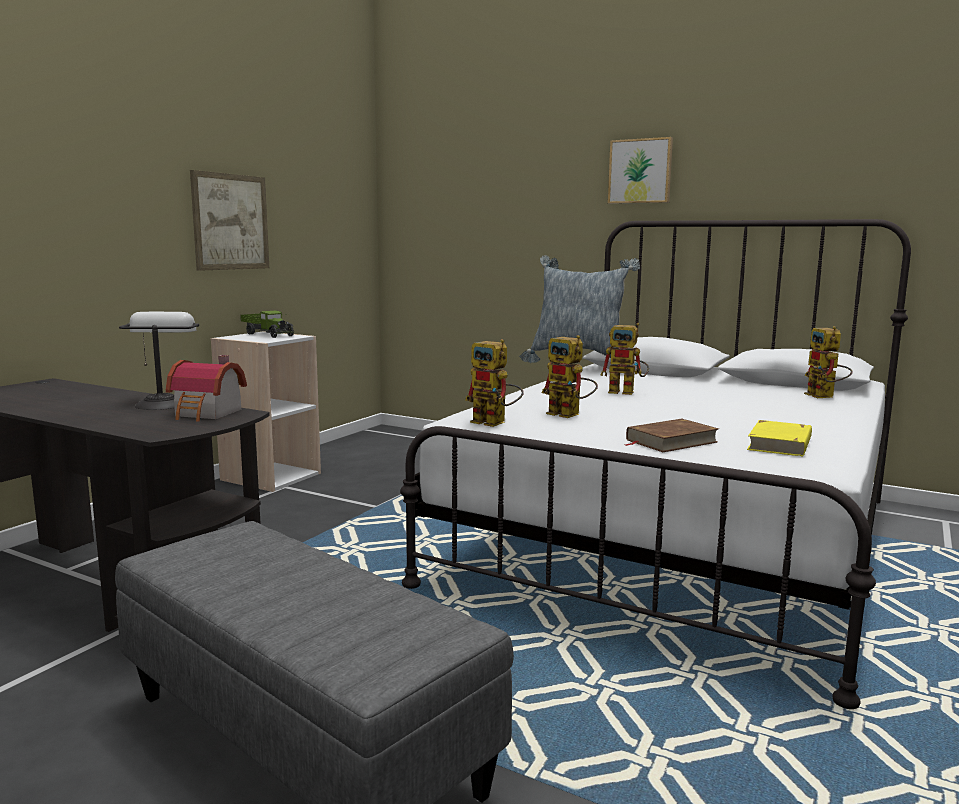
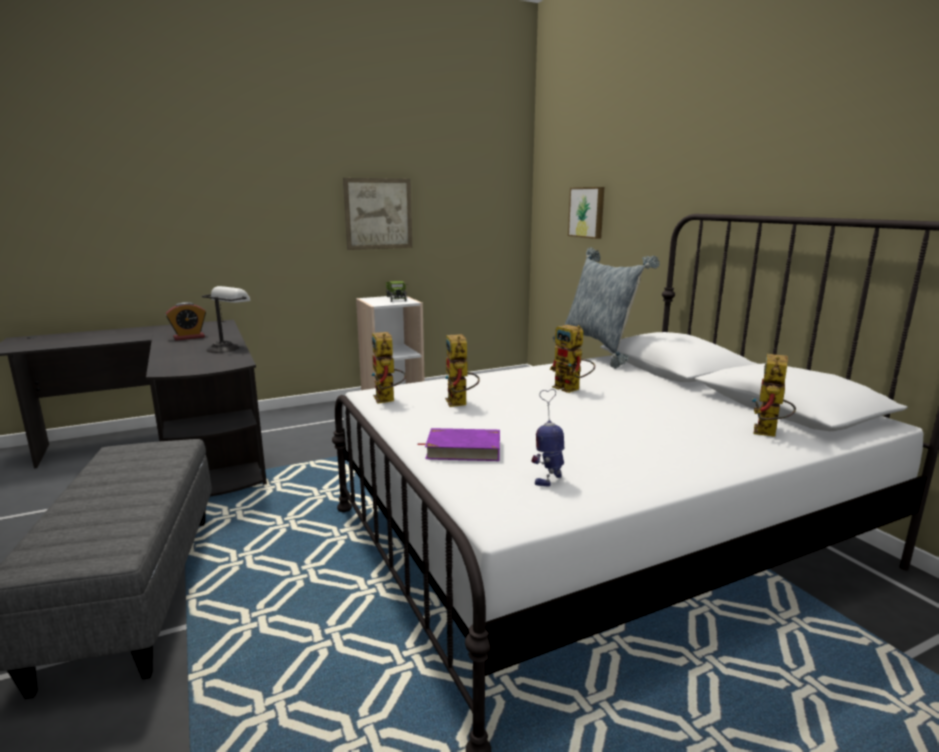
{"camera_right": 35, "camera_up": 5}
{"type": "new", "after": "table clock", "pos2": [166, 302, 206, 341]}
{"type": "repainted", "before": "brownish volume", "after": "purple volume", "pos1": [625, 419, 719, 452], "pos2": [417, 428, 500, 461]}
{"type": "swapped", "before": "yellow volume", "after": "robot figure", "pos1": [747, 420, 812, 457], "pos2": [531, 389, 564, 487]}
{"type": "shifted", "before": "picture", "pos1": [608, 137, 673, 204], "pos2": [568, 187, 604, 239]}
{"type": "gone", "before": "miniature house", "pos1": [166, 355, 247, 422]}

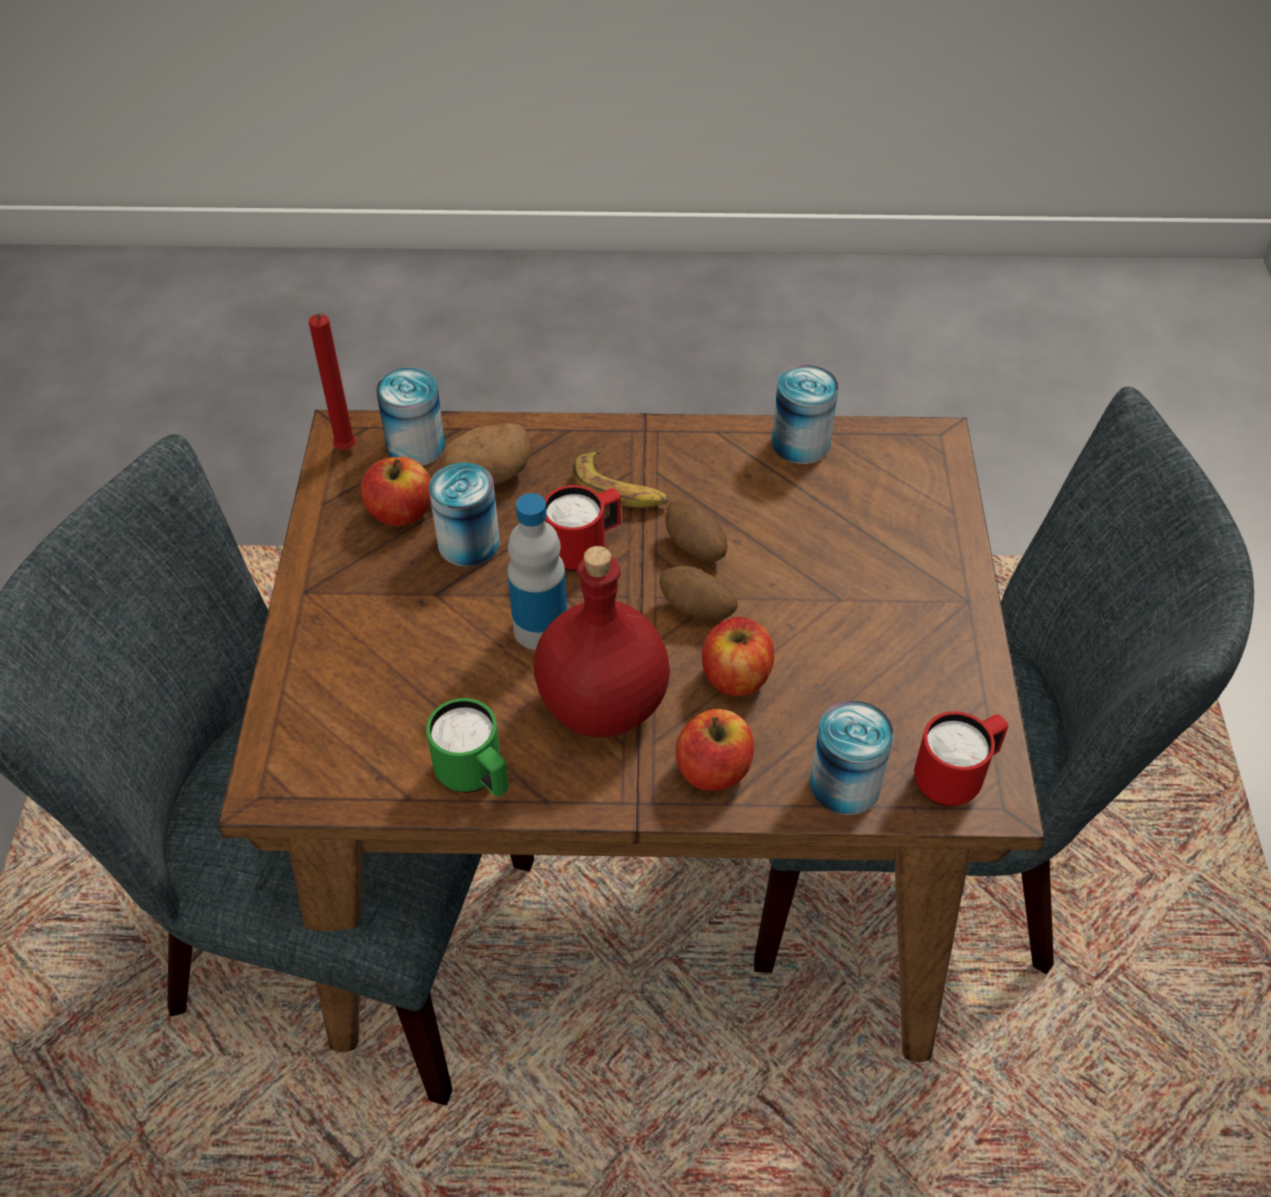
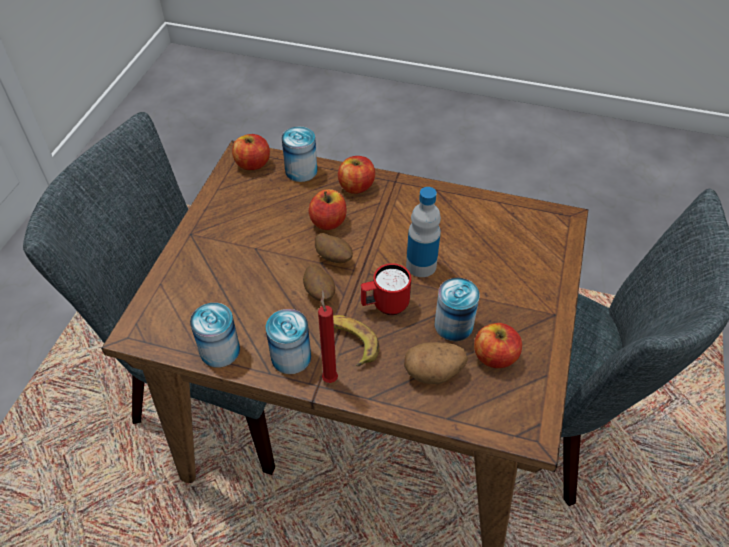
{"camera_right": -165, "camera_up": 0}
{"type": "swapped", "before": "red coffee mug", "after": "apple fruit", "pos1": [914, 711, 1008, 807], "pos2": [232, 134, 270, 170]}
{"type": "shifted", "before": "sealed can", "pos1": [376, 367, 445, 466], "pos2": [266, 309, 311, 374]}
{"type": "shifted", "before": "red wax light", "pos1": [309, 313, 356, 449], "pos2": [318, 290, 338, 383]}
{"type": "gone", "before": "green coffee mug", "pos1": [426, 698, 509, 796]}
{"type": "gone", "before": "red beverage bottle", "pos1": [534, 546, 670, 738]}

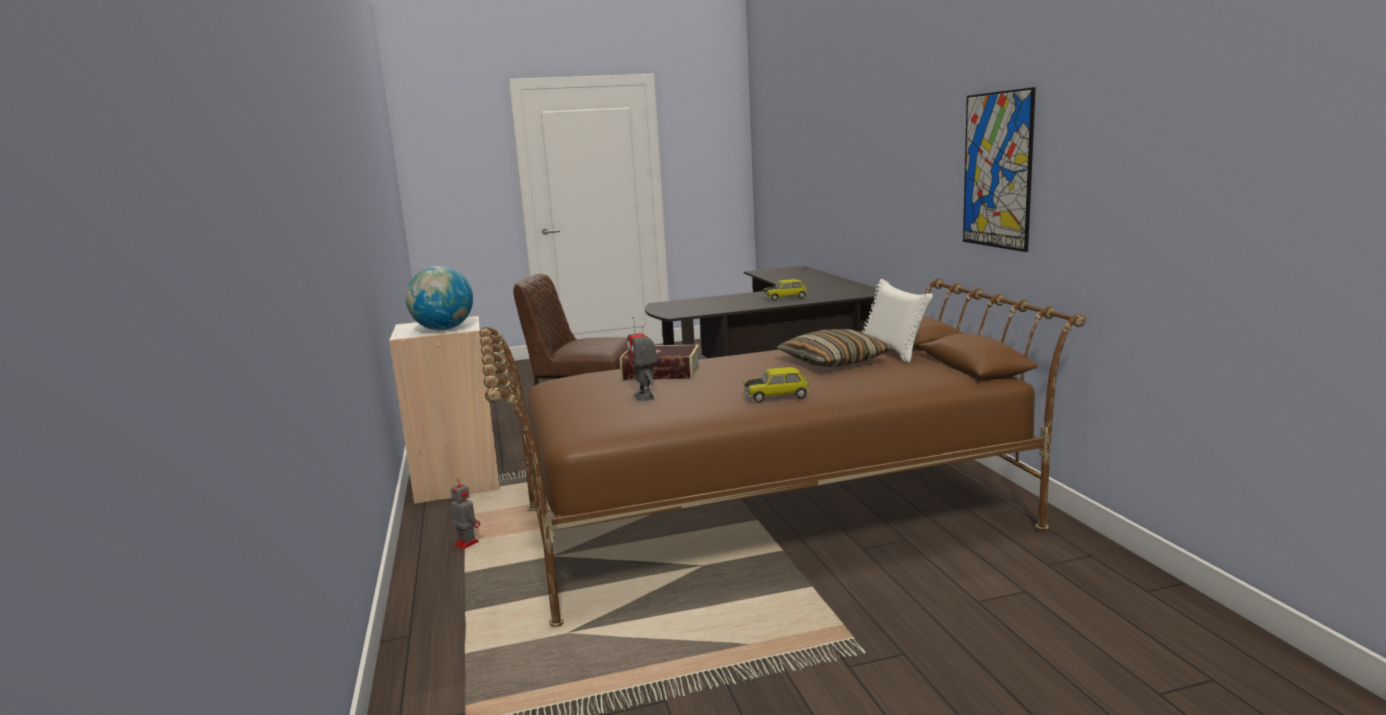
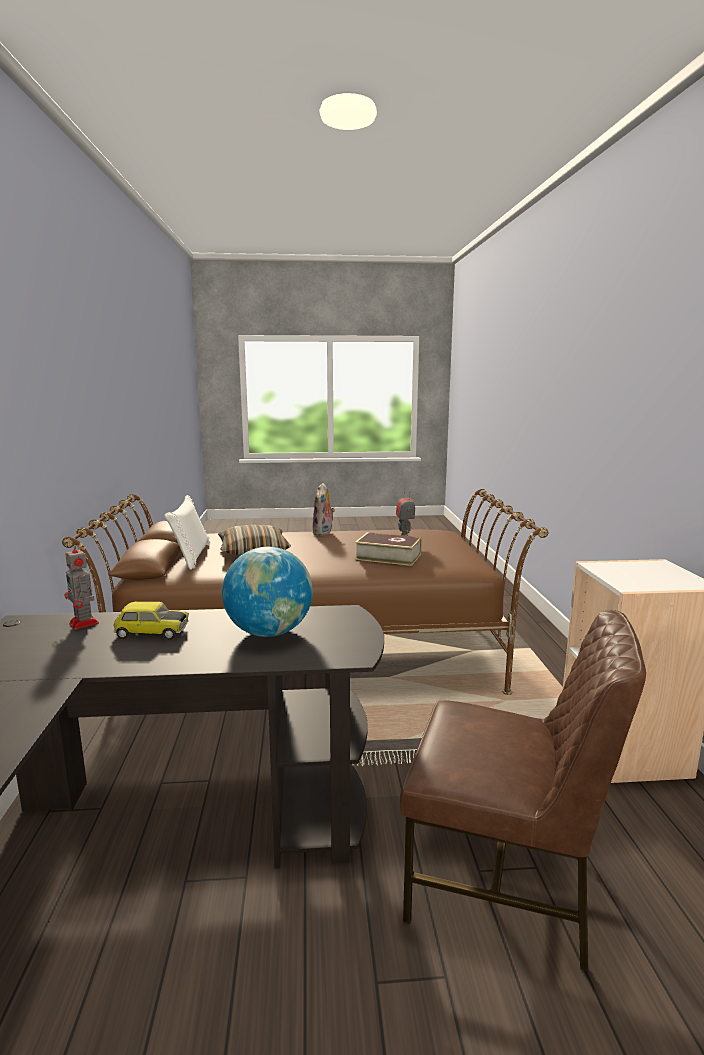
{"camera_right": -170, "camera_up": 0}
{"type": "shifted", "before": "robot figure", "pos1": [449, 478, 480, 550], "pos2": [64, 542, 99, 630]}
{"type": "shifted", "before": "globe", "pos1": [406, 266, 473, 330], "pos2": [222, 547, 313, 637]}
{"type": "swapped", "before": "toy car", "after": "plush toy", "pos1": [743, 367, 809, 402], "pos2": [313, 483, 335, 536]}
{"type": "gone", "before": "picture", "pos1": [963, 87, 1036, 252]}

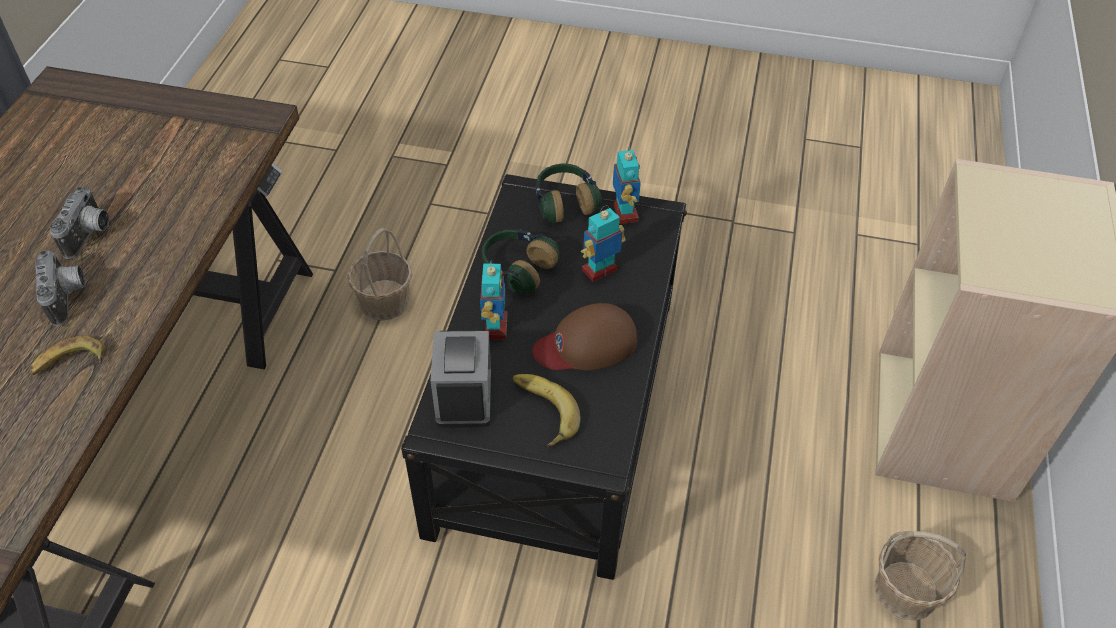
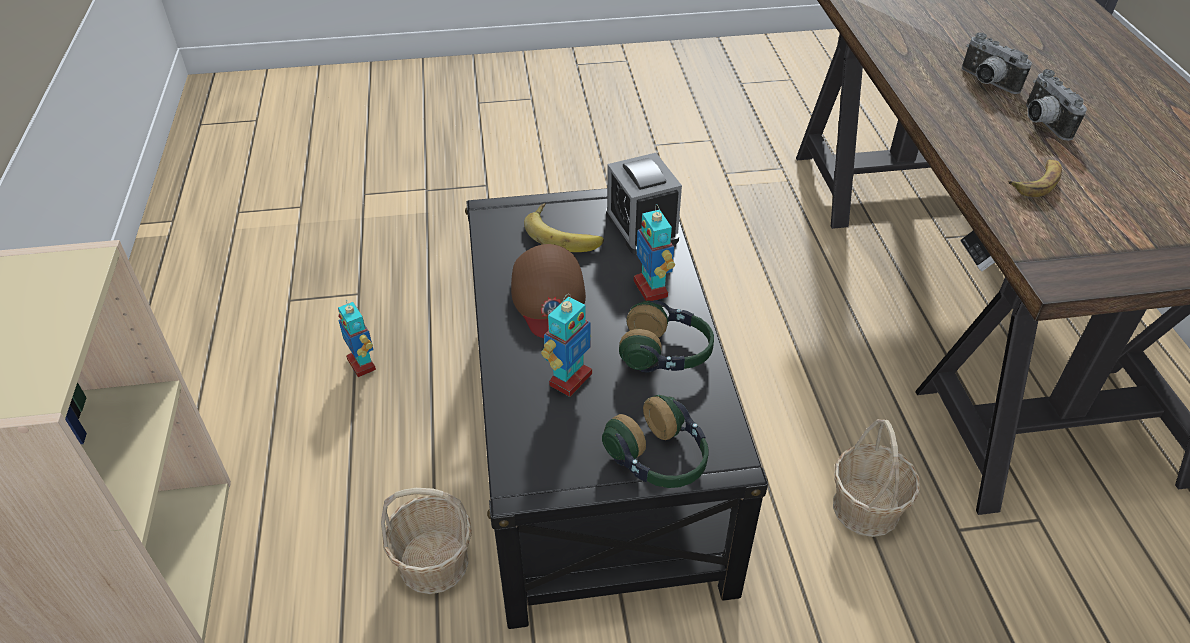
{"camera_right": 160, "camera_up": -5}
{"type": "shifted", "before": "robot figure", "pos1": [613, 146, 641, 224], "pos2": [338, 301, 376, 377]}
{"type": "shifted", "before": "basket", "pos1": [875, 531, 966, 621], "pos2": [381, 488, 472, 594]}
{"type": "rotated", "before": "brownish peaked cap", "pos1": [532, 303, 637, 370], "pos2": [511, 244, 586, 338], "turn": 120}
{"type": "shifted", "before": "banana fruit", "pos1": [30, 336, 105, 375], "pos2": [1008, 159, 1062, 197]}

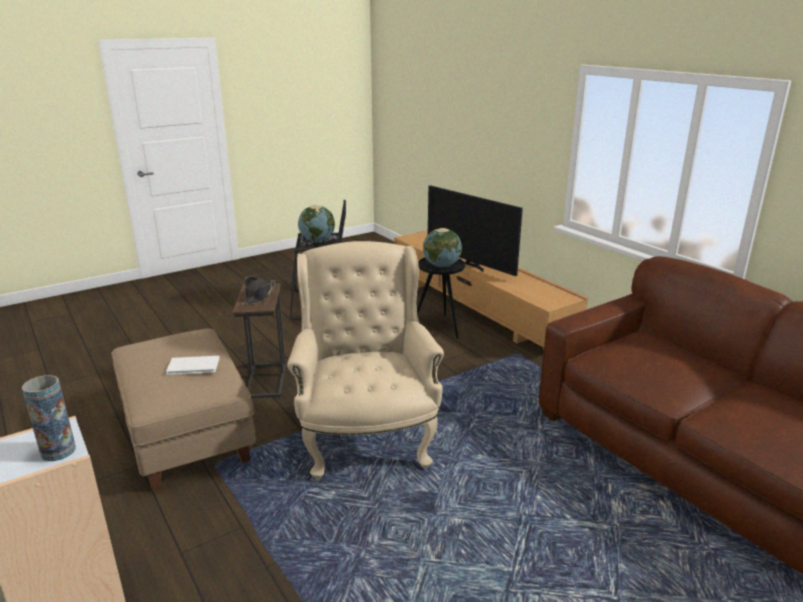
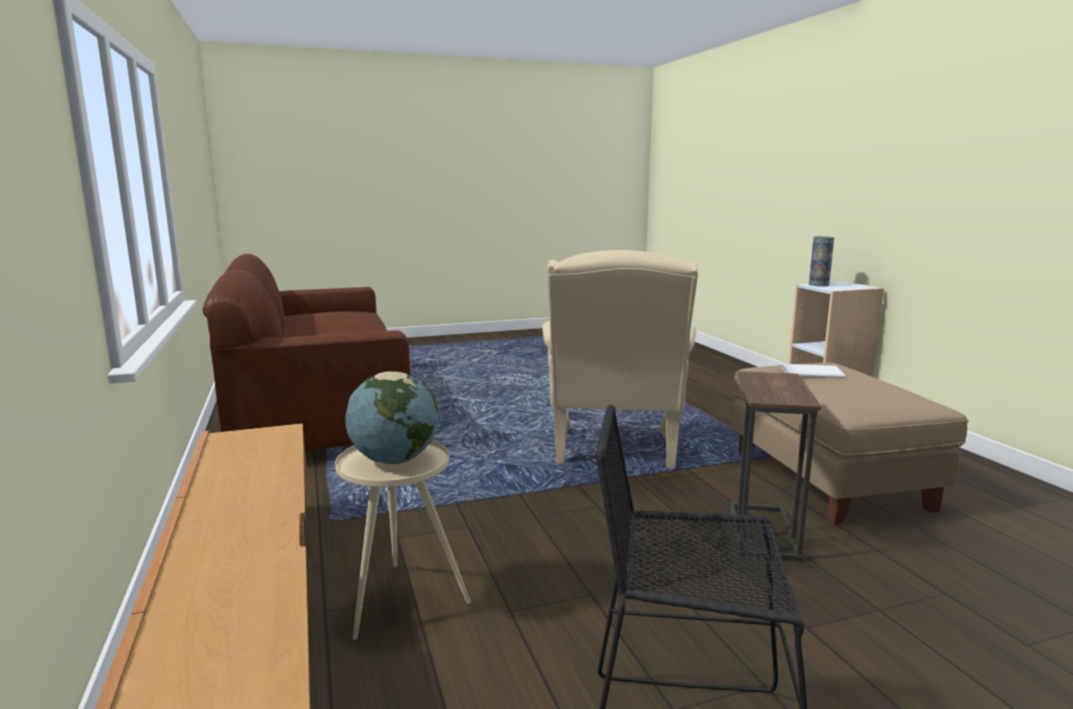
{"camera_right": -165, "camera_up": -10}
{"type": "repainted", "before": "black-coloured side table", "after": "beige-coloured side table", "pos1": [417, 258, 465, 339], "pos2": [335, 441, 471, 640]}
{"type": "gone", "before": "black-coloured wearable hat", "pos1": [241, 276, 275, 306]}
{"type": "gone", "before": "globe", "pos1": [298, 205, 335, 242]}
{"type": "gone", "before": "TV set", "pos1": [428, 185, 523, 276]}

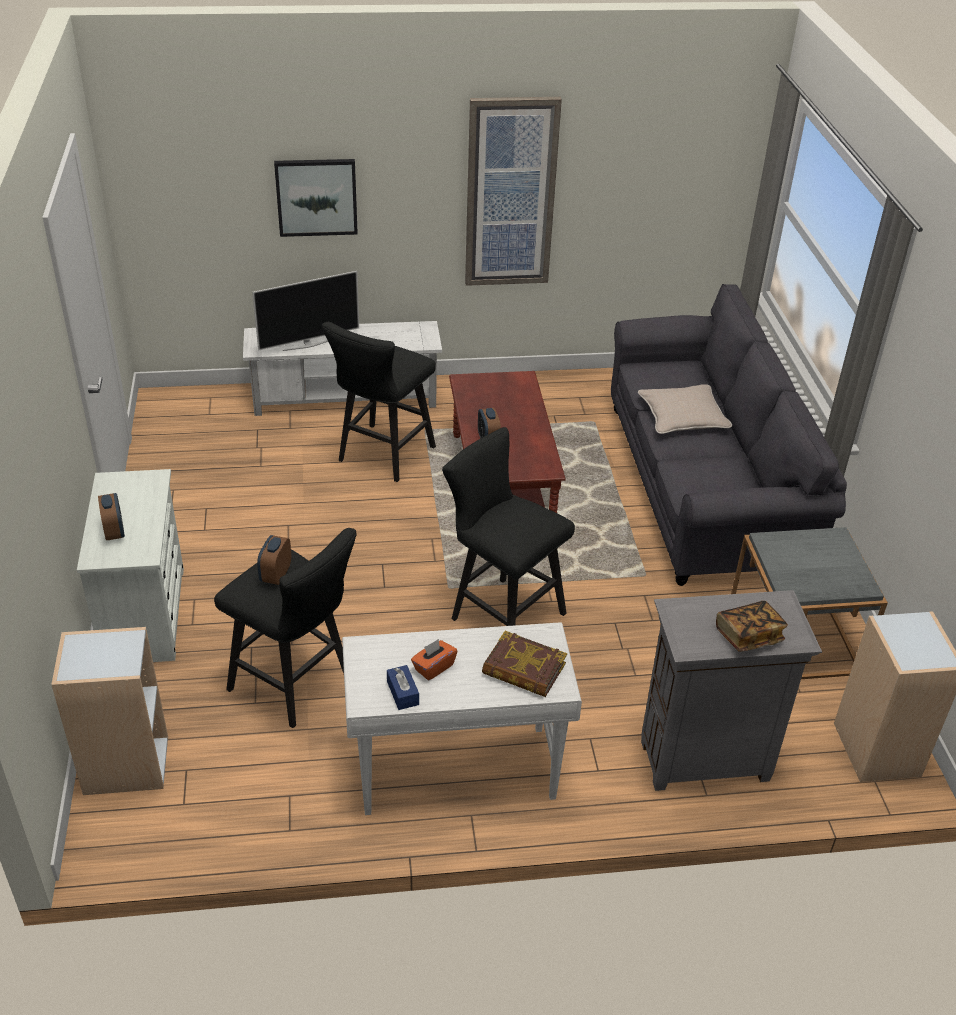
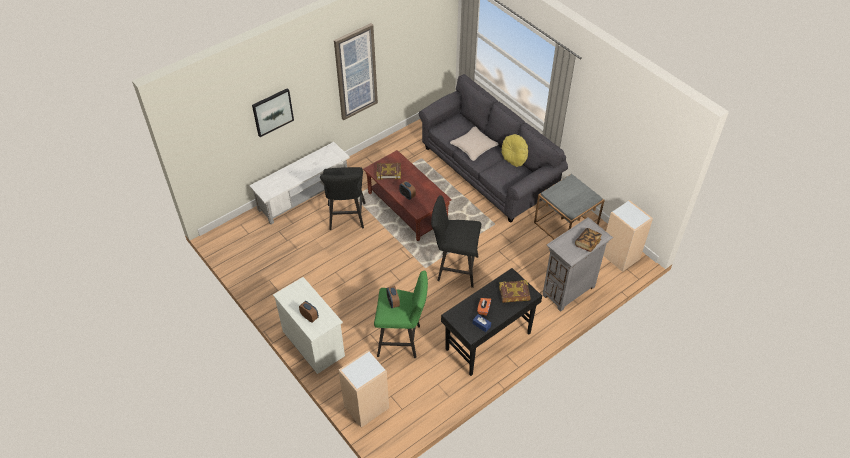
{"camera_right": -30, "camera_up": 10}
{"type": "repainted", "before": "black-coloured stool seat", "after": "green stool seat", "pos1": [214, 528, 357, 728], "pos2": [374, 271, 428, 358]}
{"type": "new", "after": "volume", "pos2": [377, 163, 401, 180]}
{"type": "repainted", "before": "white-coloured narrow table", "after": "black-coloured narrow table", "pos1": [342, 622, 582, 815], "pos2": [441, 268, 542, 376]}
{"type": "new", "after": "yellow throw pillow", "pos2": [501, 134, 528, 167]}
{"type": "gone", "before": "TV set", "pos1": [252, 271, 359, 351]}

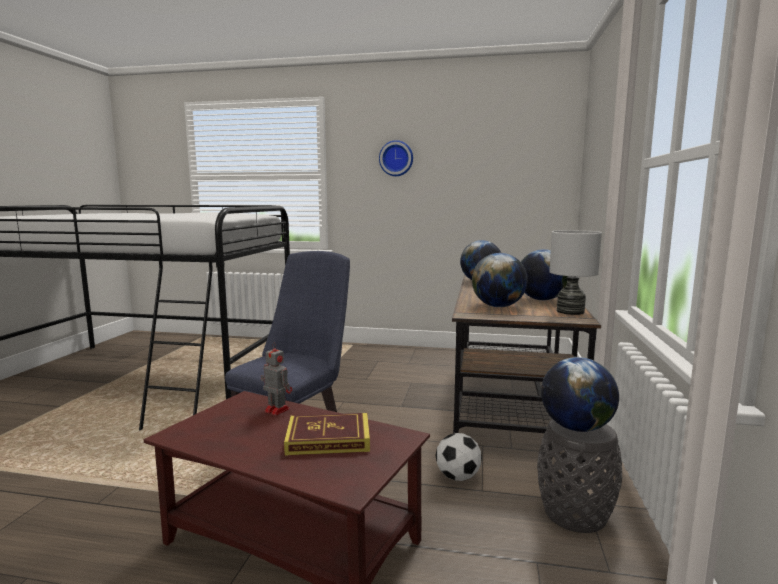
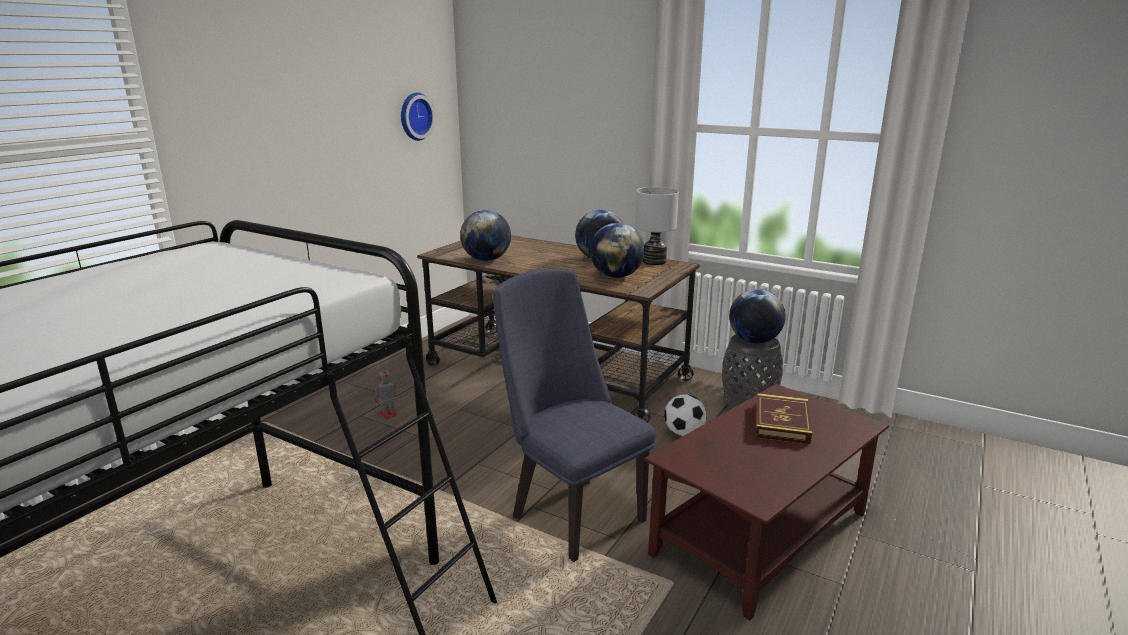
{"camera_right": -70, "camera_up": 10}
{"type": "shifted", "before": "robot figure", "pos1": [261, 343, 292, 416], "pos2": [375, 368, 397, 419]}
{"type": "shifted", "before": "clock on the wall", "pos1": [379, 140, 413, 176], "pos2": [401, 92, 435, 141]}

